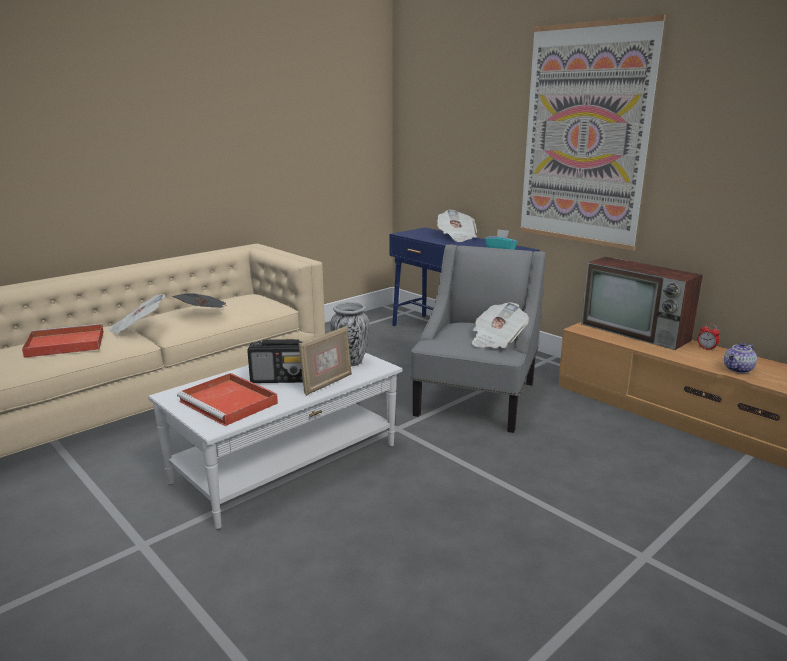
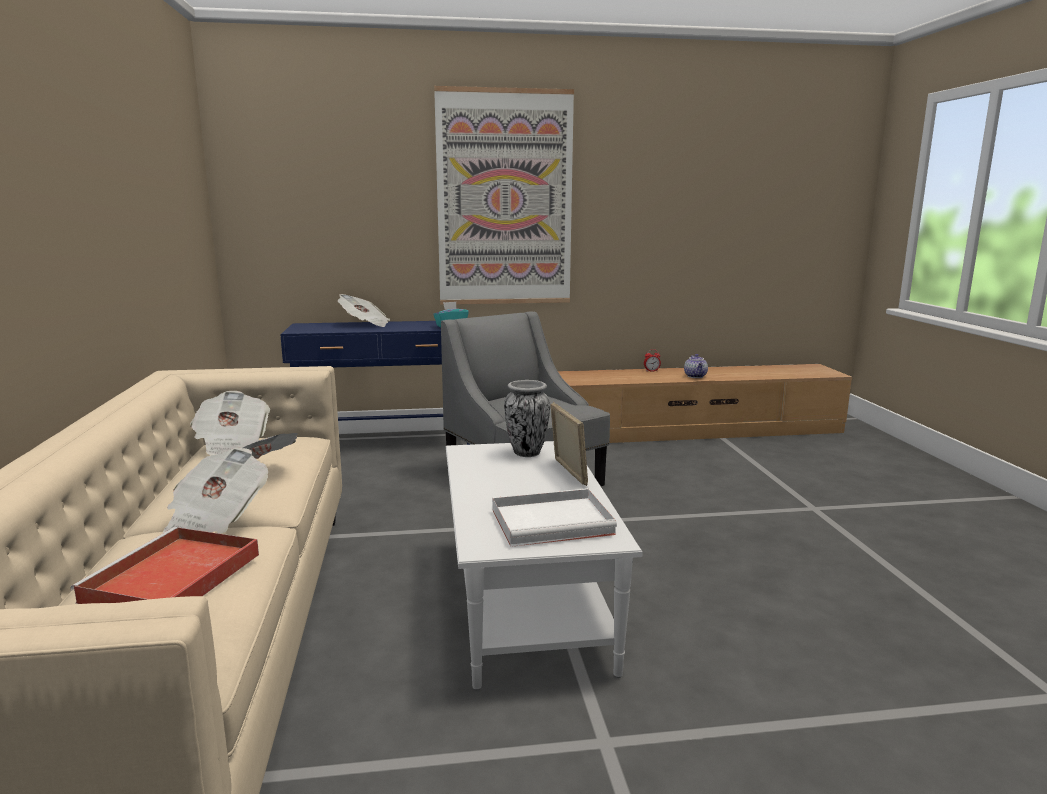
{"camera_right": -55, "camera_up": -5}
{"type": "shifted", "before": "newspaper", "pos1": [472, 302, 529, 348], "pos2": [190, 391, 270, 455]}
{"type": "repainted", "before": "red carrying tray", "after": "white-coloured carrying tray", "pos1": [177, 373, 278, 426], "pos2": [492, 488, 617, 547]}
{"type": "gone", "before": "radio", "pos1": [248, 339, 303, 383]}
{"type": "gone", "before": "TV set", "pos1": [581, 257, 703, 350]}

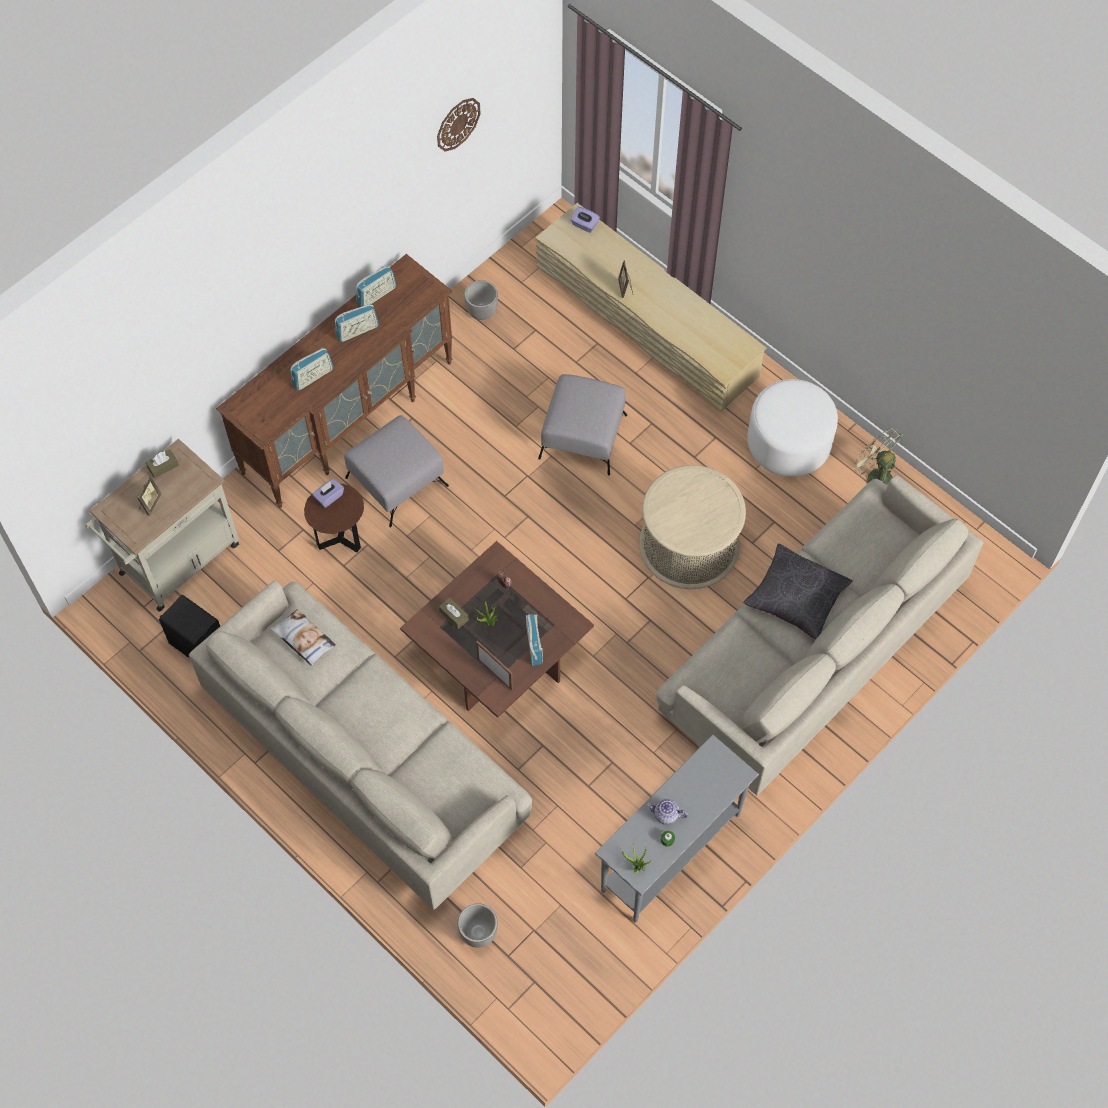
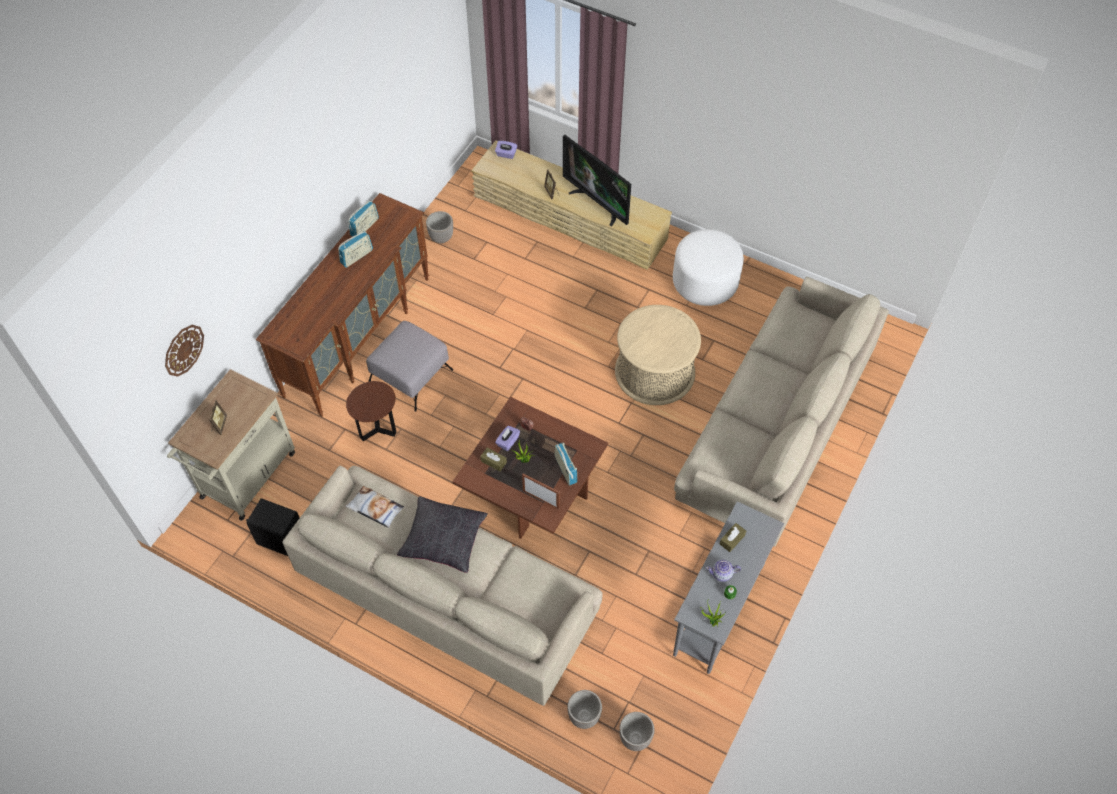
{"camera_right": -15, "camera_up": -5}
{"type": "shifted", "before": "clock on the wall", "pos1": [437, 98, 481, 151], "pos2": [165, 325, 204, 377]}
{"type": "shifted", "before": "black-coloured throw pillow", "pos1": [743, 544, 853, 640], "pos2": [397, 496, 488, 573]}
{"type": "shifted", "before": "purple box of tissues", "pos1": [312, 479, 344, 508], "pos2": [495, 426, 520, 451]}
{"type": "new", "after": "TV set", "pos2": [563, 135, 631, 226]}
{"type": "new", "after": "plant pot", "pos2": [619, 712, 655, 751]}
{"type": "shifted", "before": "brownish box of tissues", "pos1": [146, 449, 179, 479], "pos2": [720, 523, 746, 552]}
{"type": "gone", "before": "radio", "pos1": [290, 348, 333, 390]}
{"type": "gone", "before": "gray ottoman", "pos1": [538, 374, 627, 475]}
{"type": "gone", "before": "green fan", "pos1": [852, 428, 903, 486]}

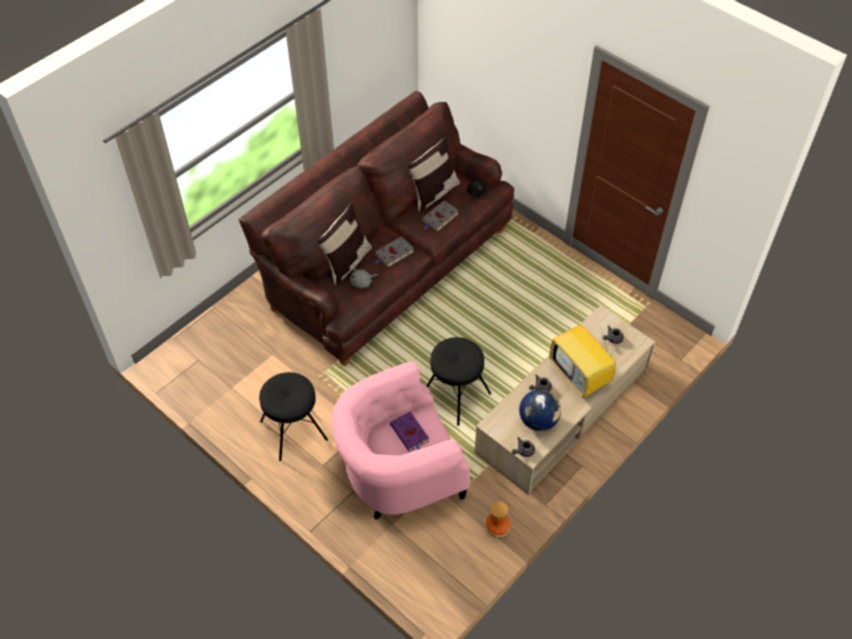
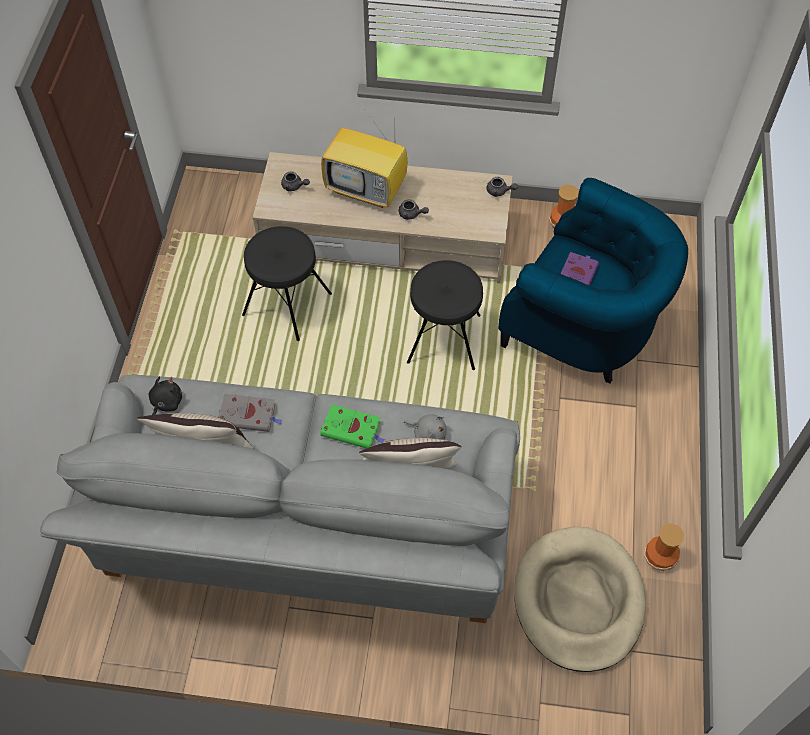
{"camera_right": -125, "camera_up": 5}
{"type": "repainted", "before": "brownish settee", "after": "gray settee", "pos1": [238, 91, 514, 366], "pos2": [40, 375, 520, 623]}
{"type": "shifted", "before": "black-coloured stool seat", "pos1": [259, 372, 328, 461], "pos2": [242, 226, 332, 341]}
{"type": "repainted", "before": "gray volume", "after": "green volume", "pos1": [375, 236, 414, 267], "pos2": [320, 404, 385, 449]}
{"type": "rotated", "before": "TV set", "pos1": [550, 324, 616, 398], "pos2": [321, 111, 407, 208], "turn": 90}
{"type": "repainted", "before": "pink armchair", "after": "blue-coloured armchair", "pos1": [332, 362, 470, 520], "pos2": [498, 178, 688, 384]}
{"type": "new", "after": "beige-coloured pet bed", "pos2": [514, 527, 646, 672]}
{"type": "new", "after": "vase", "pos2": [644, 523, 684, 571]}
{"type": "gone", "before": "globe", "pos1": [519, 389, 561, 431]}

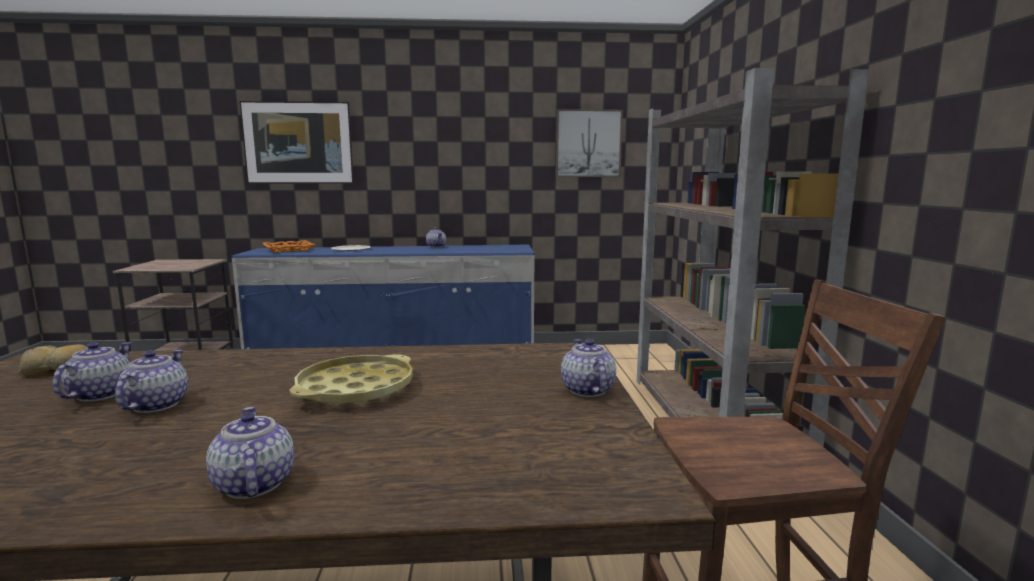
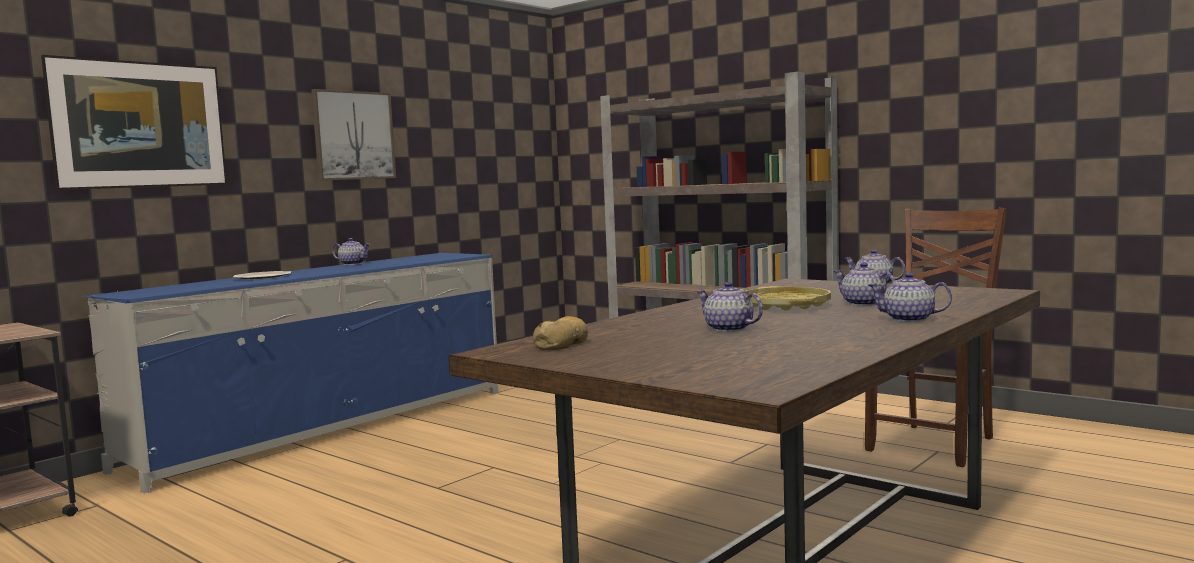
{"camera_right": -45, "camera_up": -5}
{"type": "shifted", "before": "picture", "pos1": [556, 109, 623, 177], "pos2": [311, 89, 396, 180]}
{"type": "shifted", "before": "teapot", "pos1": [53, 342, 131, 401], "pos2": [833, 262, 895, 306]}
{"type": "gone", "before": "orange-coloured carrying tray", "pos1": [262, 240, 315, 253]}

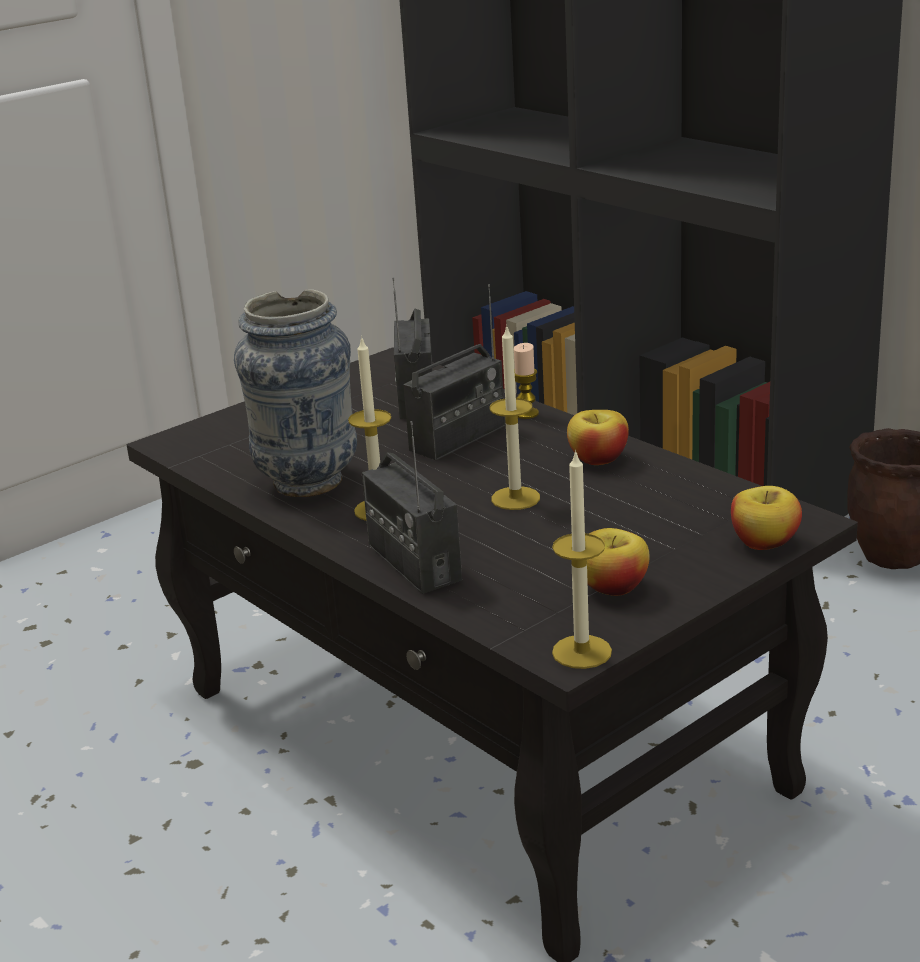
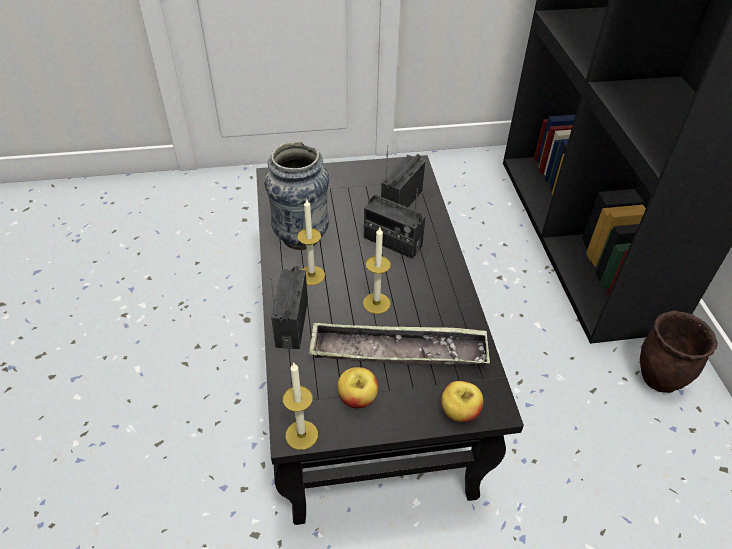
{"camera_right": 30, "camera_up": 20}
{"type": "new", "after": "carrying tray", "pos2": [309, 323, 490, 365]}
{"type": "rotated", "before": "radio", "pos1": [403, 284, 505, 460], "pos2": [364, 188, 426, 259], "turn": 45}
{"type": "gone", "before": "wax light", "pos1": [514, 343, 539, 419]}
{"type": "gone", "before": "apple fruit", "pos1": [567, 410, 629, 465]}

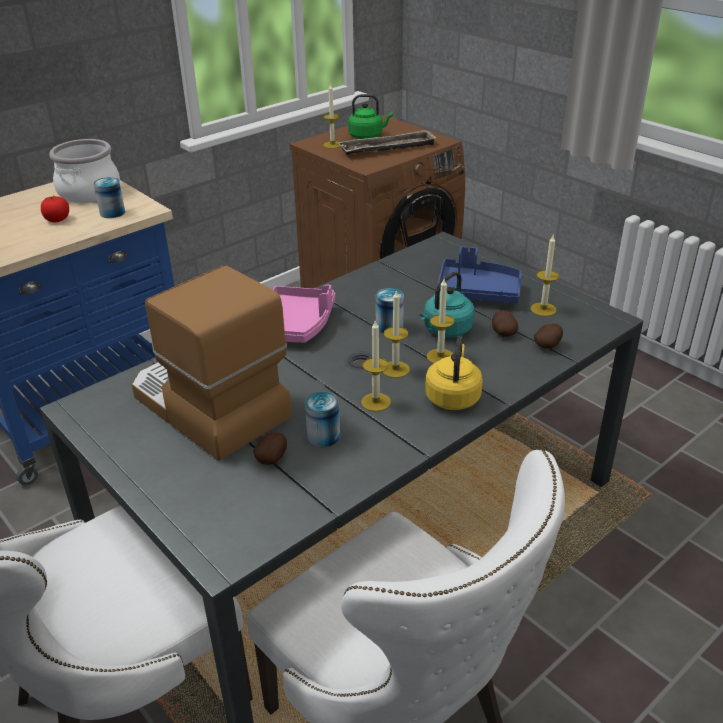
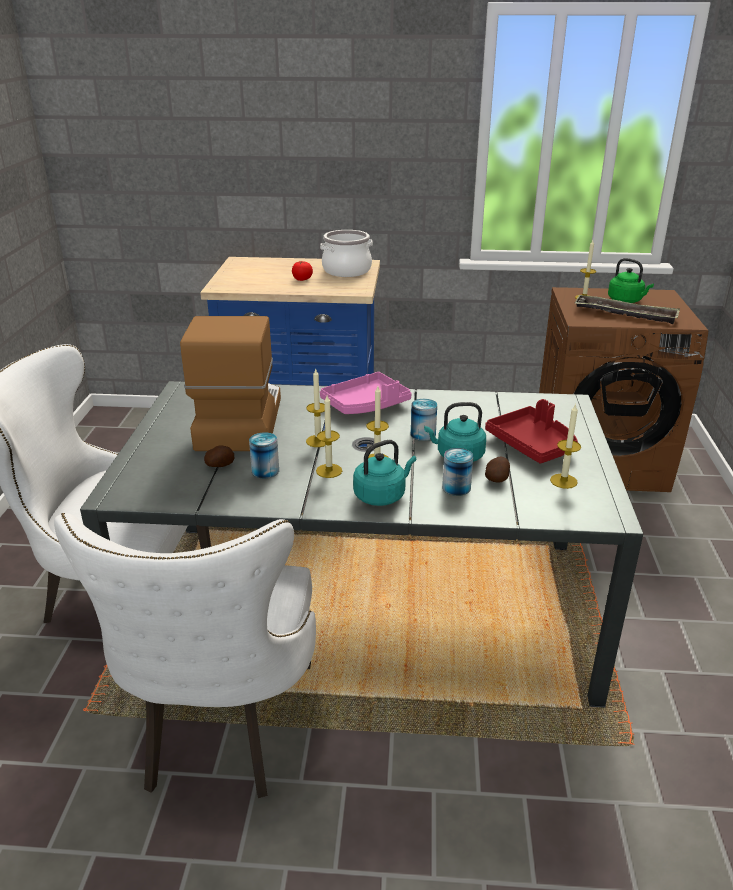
{"camera_right": 45, "camera_up": -5}
{"type": "shifted", "before": "wax light", "pos1": [427, 279, 454, 364], "pos2": [306, 368, 325, 447]}
{"type": "repainted", "before": "yellow kettle", "after": "turquoise-coloured kettle", "pos1": [425, 336, 483, 410], "pos2": [353, 440, 416, 506]}
{"type": "shifted", "before": "sealed can", "pos1": [93, 177, 125, 218], "pos2": [442, 448, 473, 496]}
{"type": "repainted", "before": "blue-coloured carrying tray", "after": "red carrying tray", "pos1": [437, 246, 522, 303], "pos2": [485, 399, 578, 464]}
{"type": "gone", "before": "potato", "pos1": [534, 323, 563, 349]}

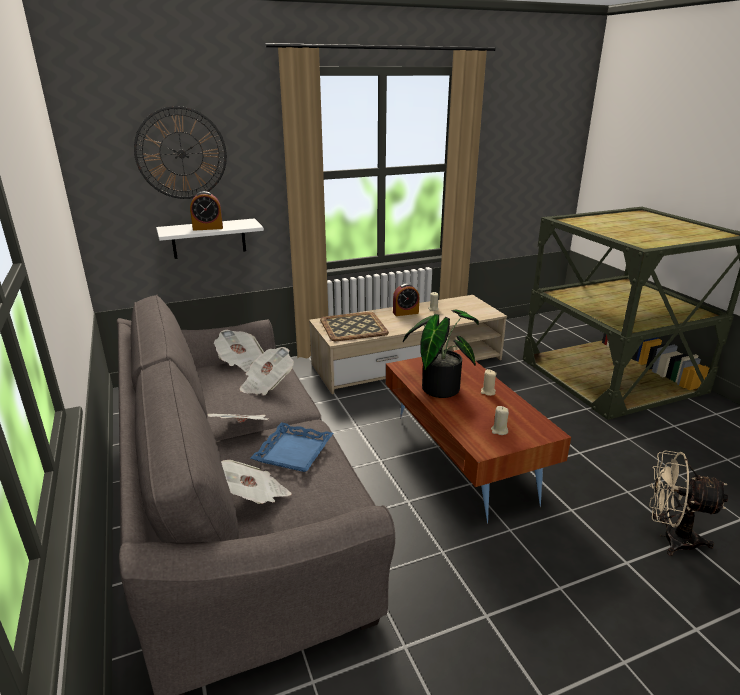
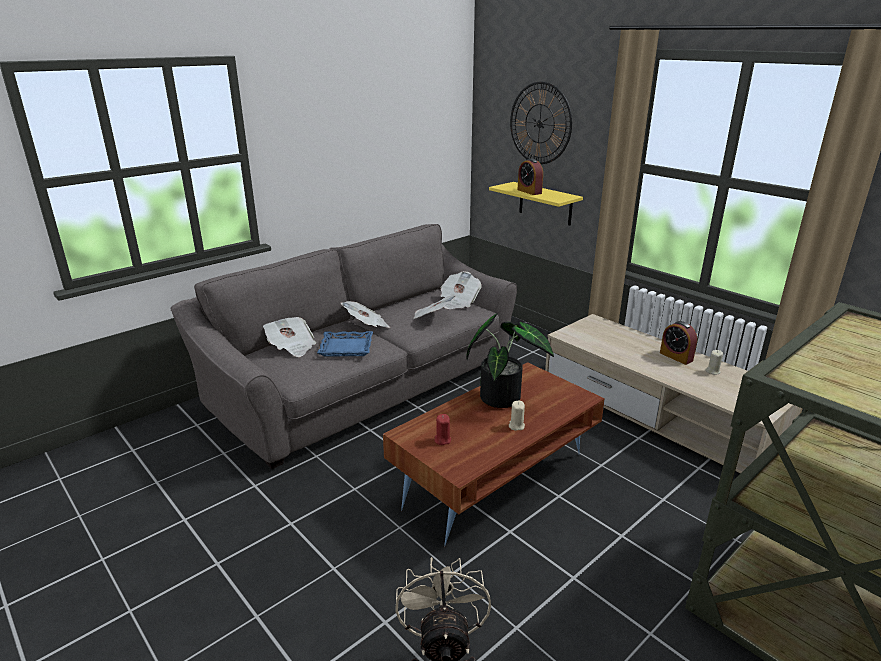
{"camera_right": 70, "camera_up": 0}
{"type": "repainted", "before": "beige-coloured wax light", "after": "red wax light", "pos1": [491, 406, 509, 435], "pos2": [435, 414, 451, 445]}
{"type": "repainted", "before": "white-coloured wall shelf", "after": "yellow wall shelf", "pos1": [156, 218, 264, 259], "pos2": [489, 182, 583, 226]}
{"type": "gone", "before": "carrying tray", "pos1": [320, 312, 389, 341]}

